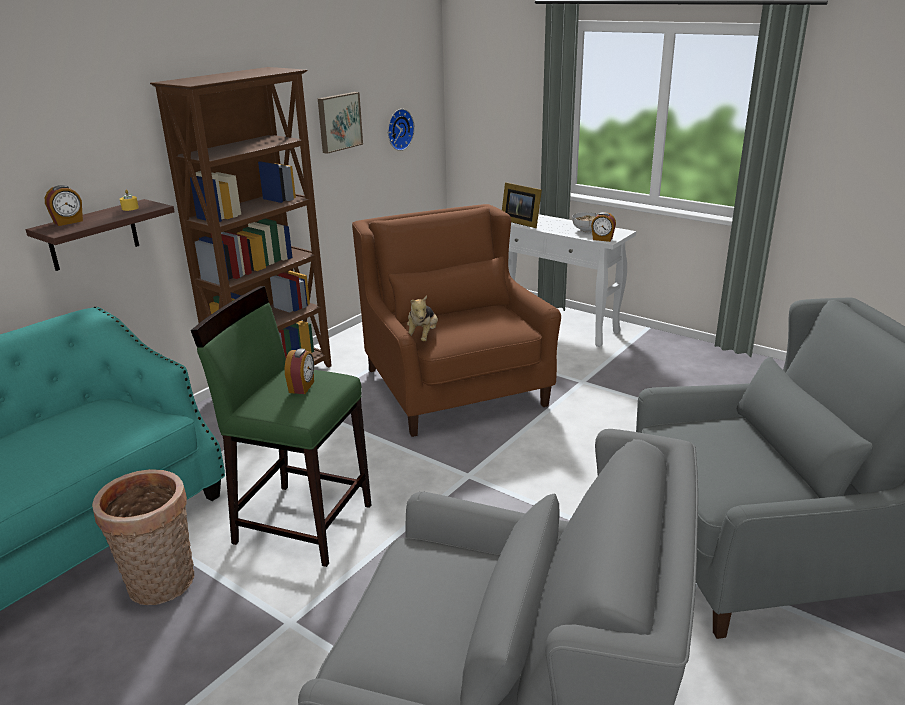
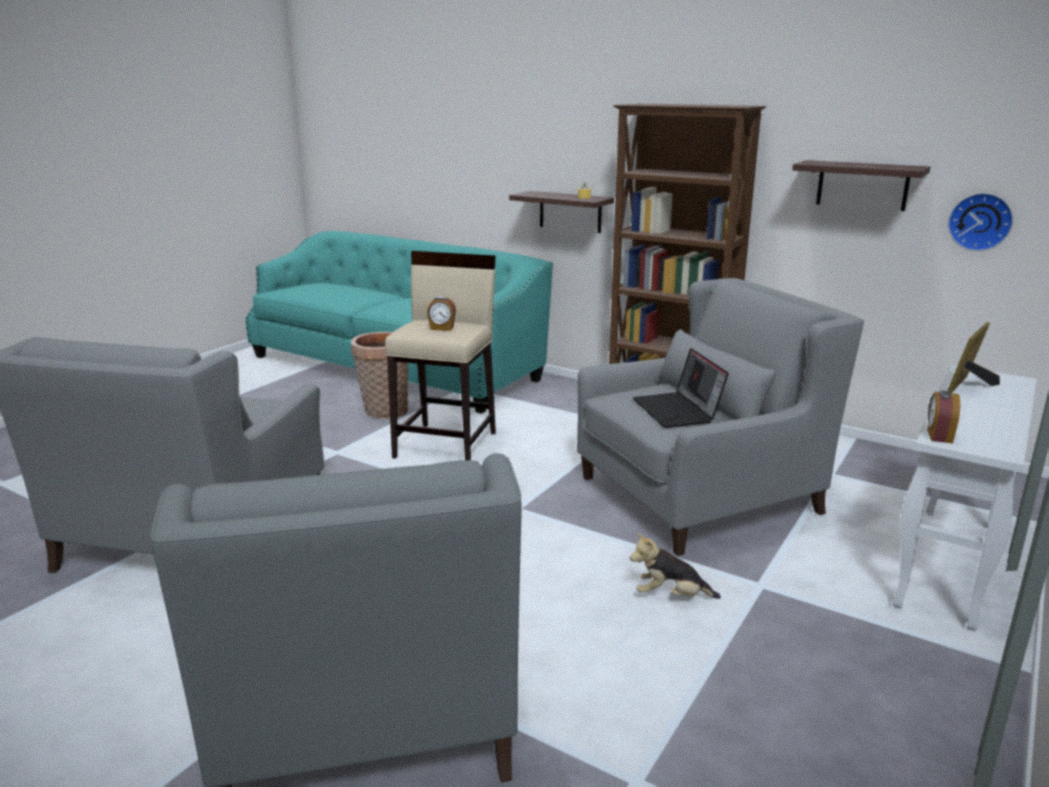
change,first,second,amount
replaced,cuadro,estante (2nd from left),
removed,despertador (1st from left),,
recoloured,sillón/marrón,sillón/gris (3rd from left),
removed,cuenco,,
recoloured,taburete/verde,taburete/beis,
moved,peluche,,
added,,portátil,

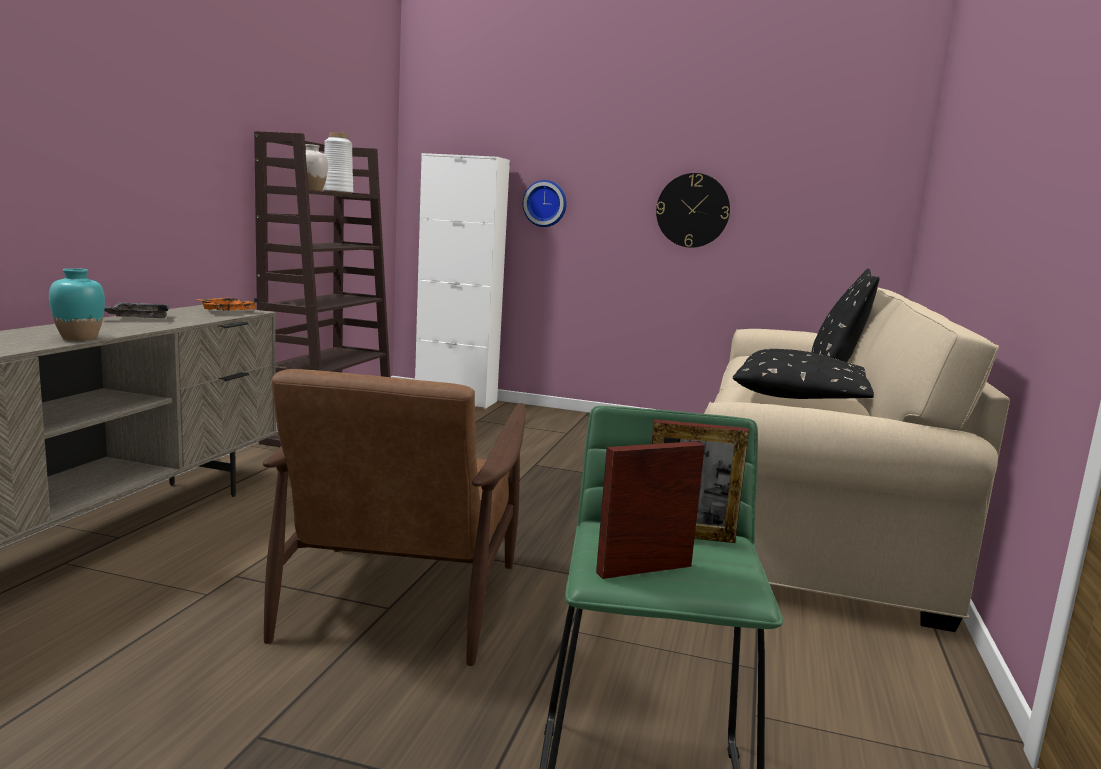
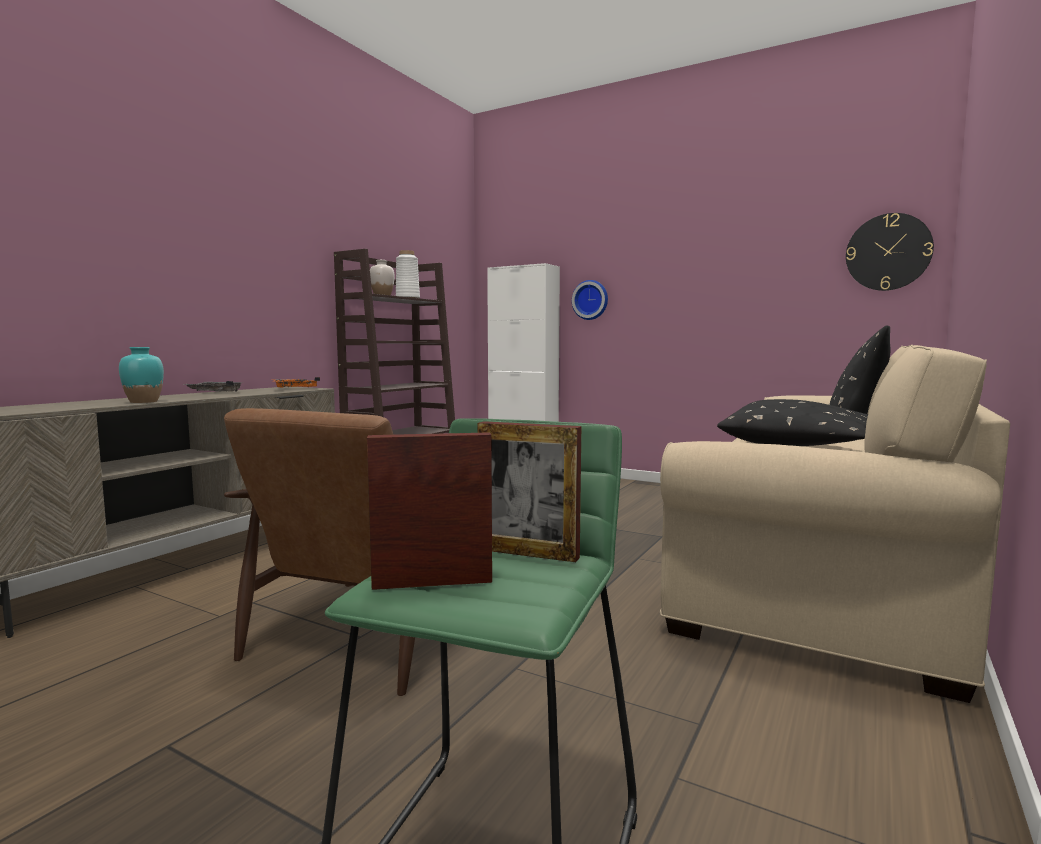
change,first,second,amount
moved,reloj de pared (2nd from left),,

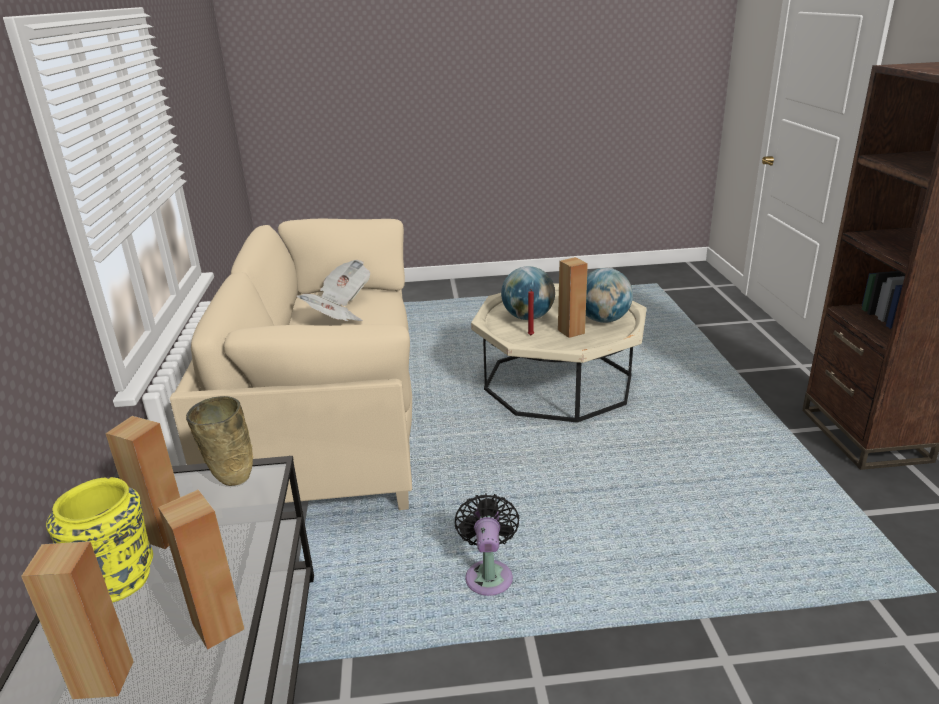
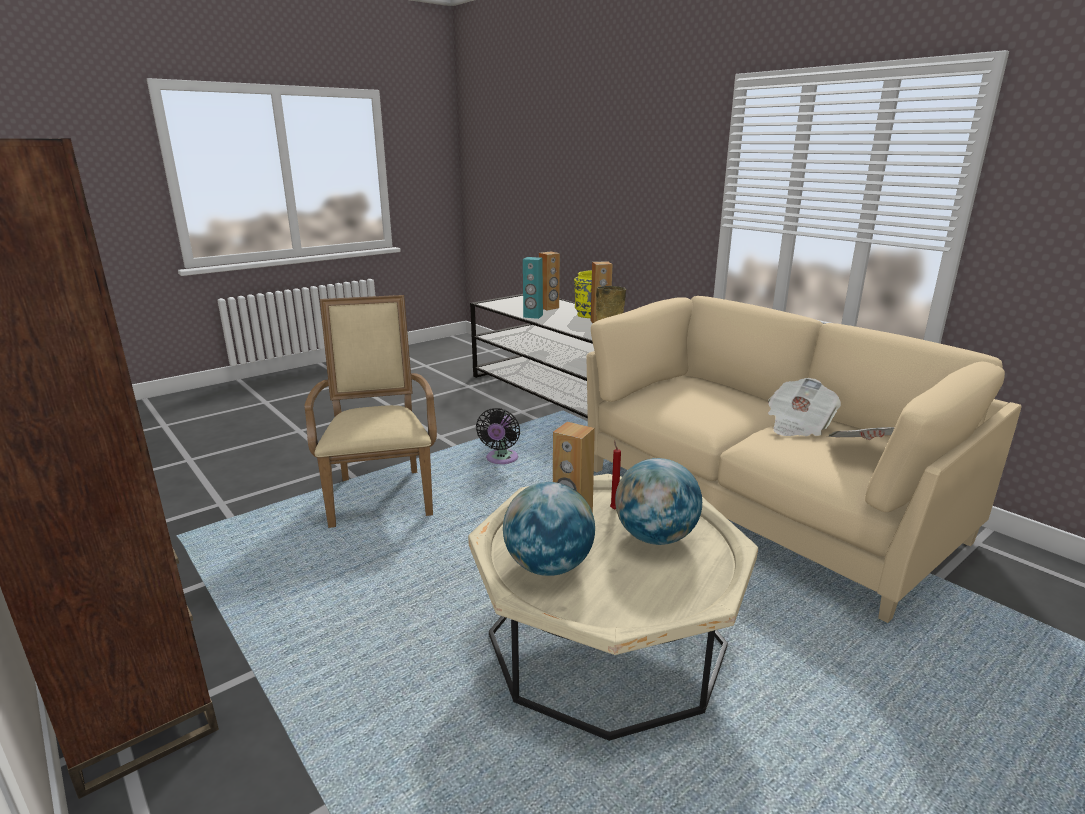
change,first,second,amount
recoloured,altavoz/marrón (3rd from left),altavoz/turquesa,
turned,ventilador/negro,,45 degrees clockwise
added,,sillón/beis,

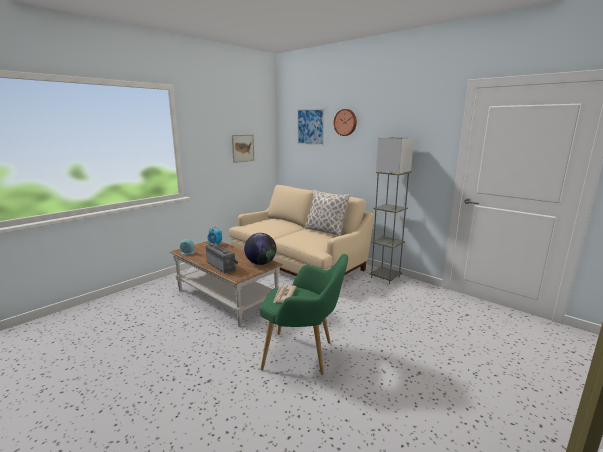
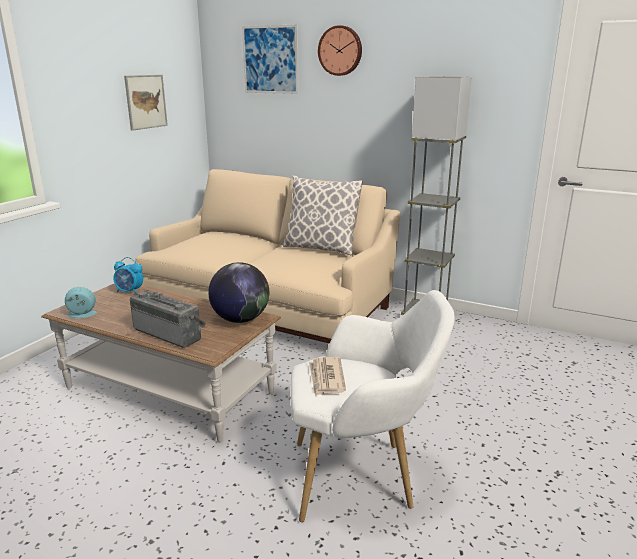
change,first,second,amount
recoloured,sillón/verde,sillón/blanco,

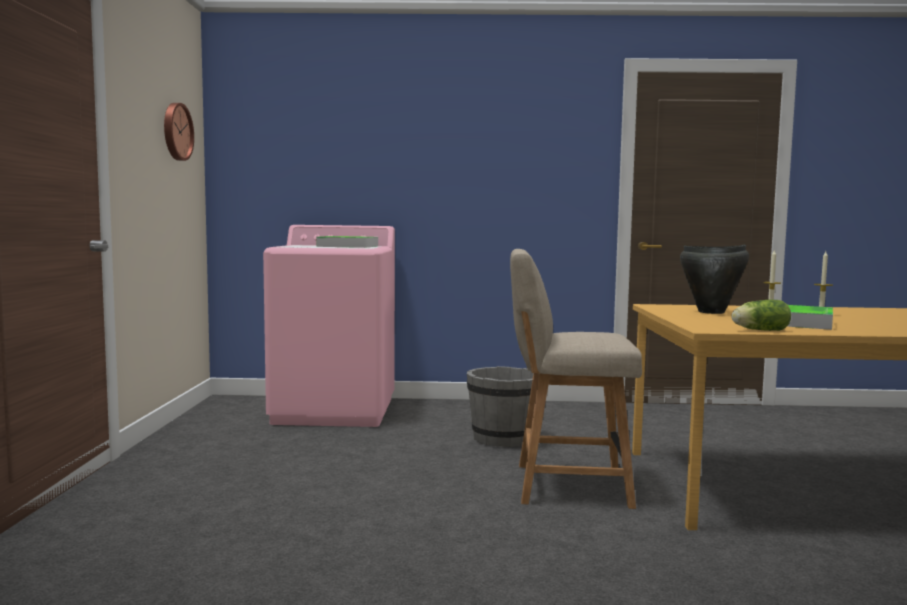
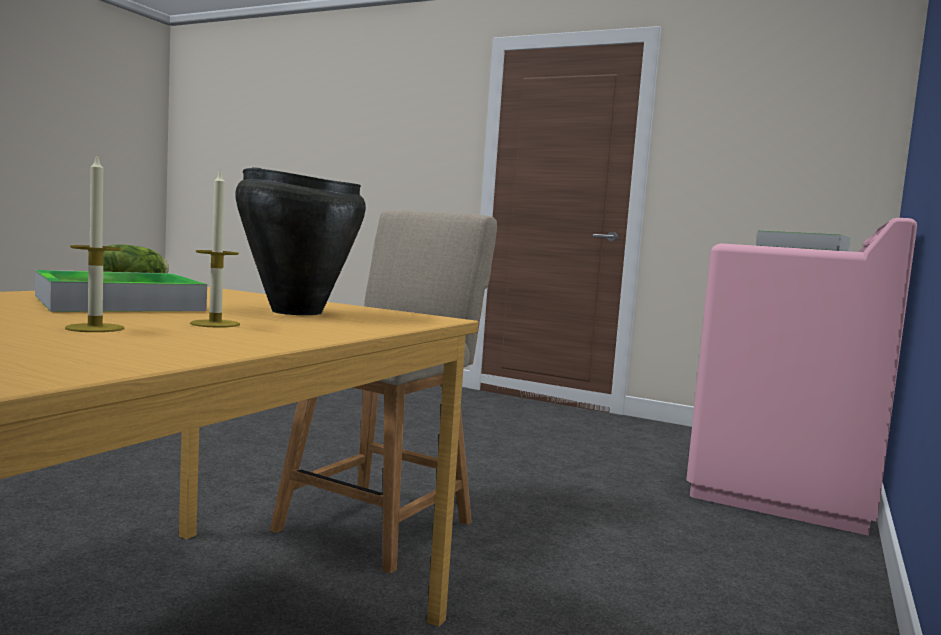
change,first,second,amount
removed,reloj de pared,,
removed,cubo/gris,,

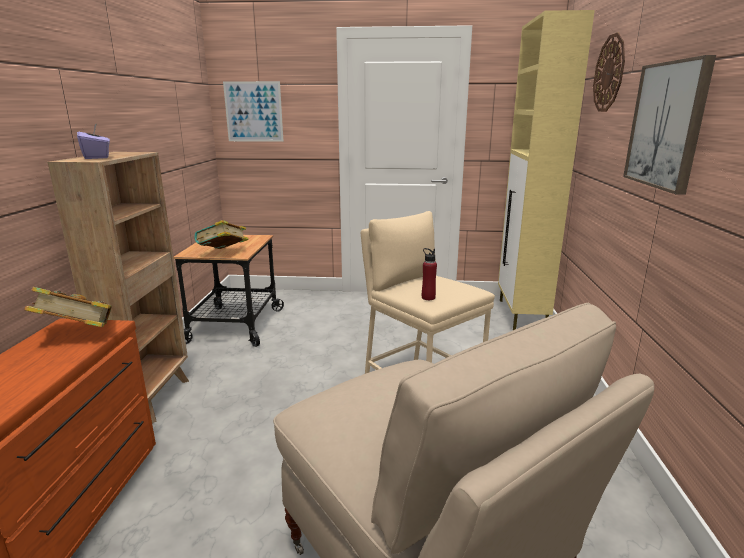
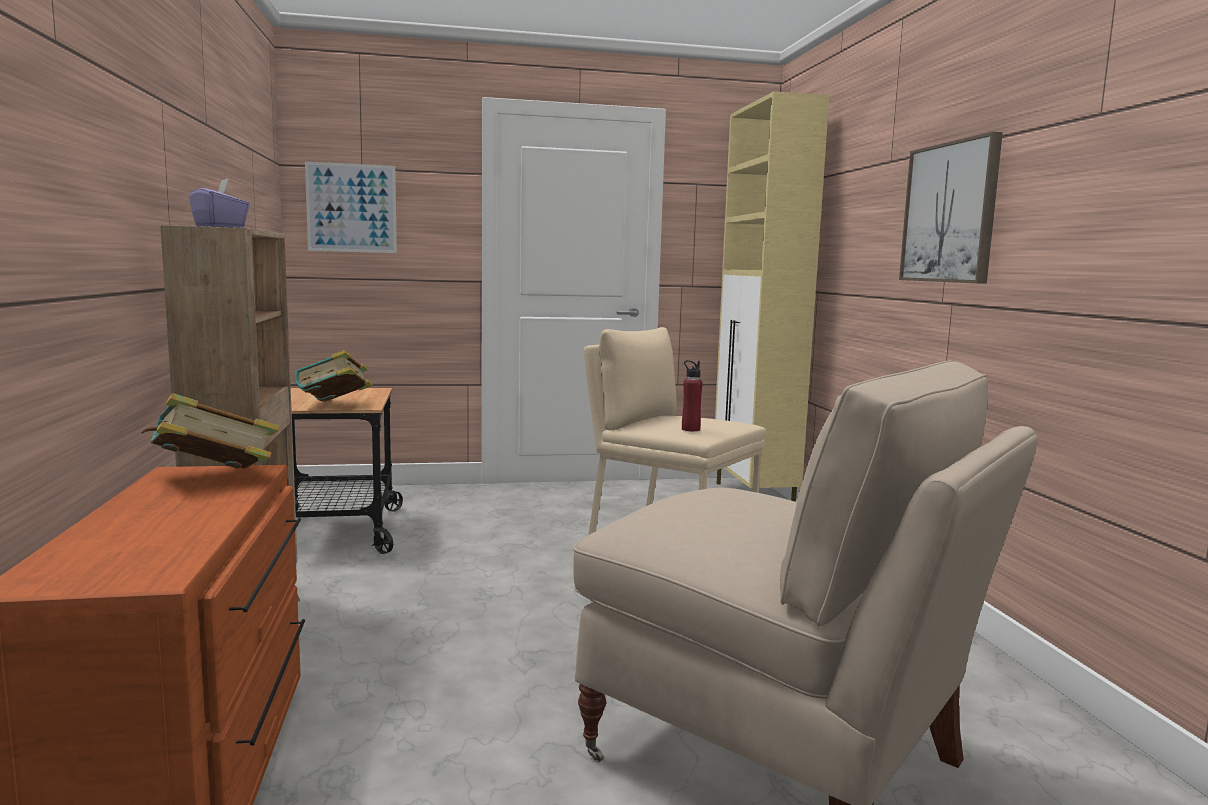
change,first,second,amount
removed,reloj de pared,,

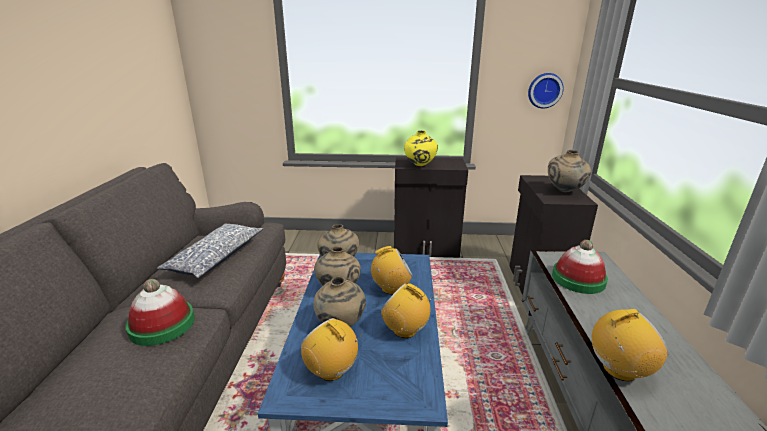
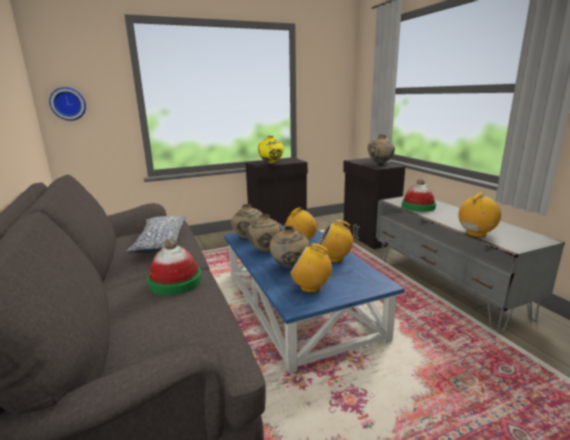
change,first,second,amount
moved,reloj de pared,,

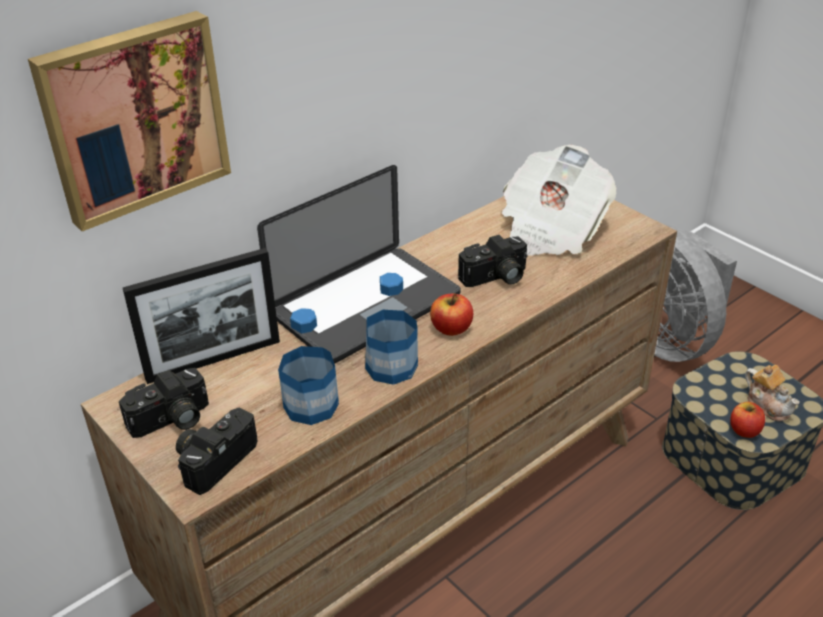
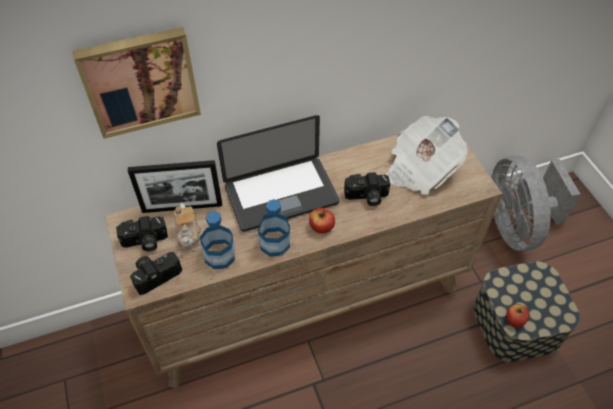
change,first,second,amount
moved,tetera,,

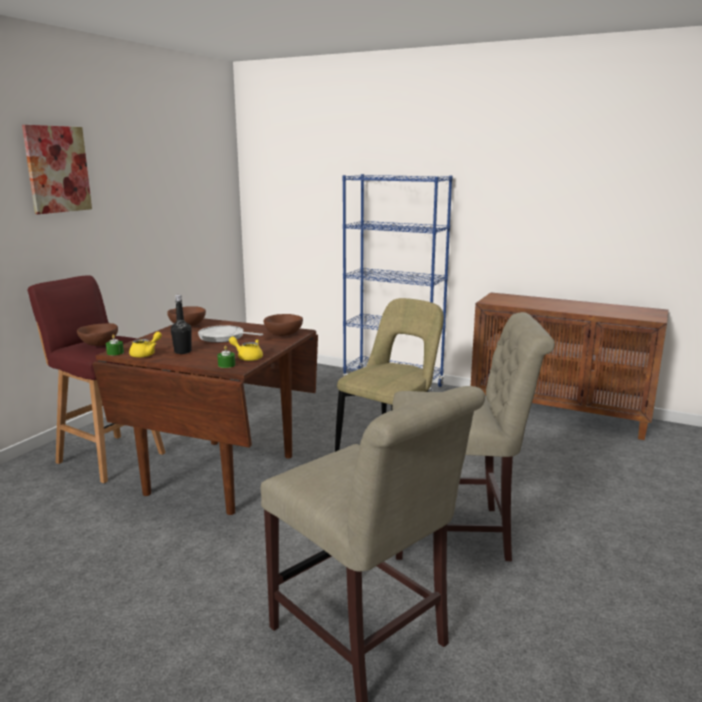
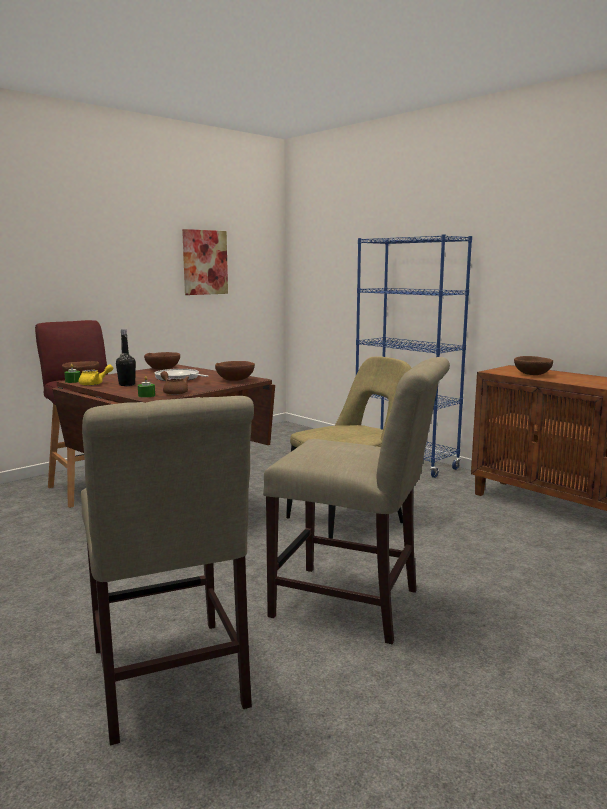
change,first,second,amount
moved,cuadro,,
recoloured,tetera/amarillo (2nd from left),tetera/marrón,
added,,cuenco/marrón (4th from left),

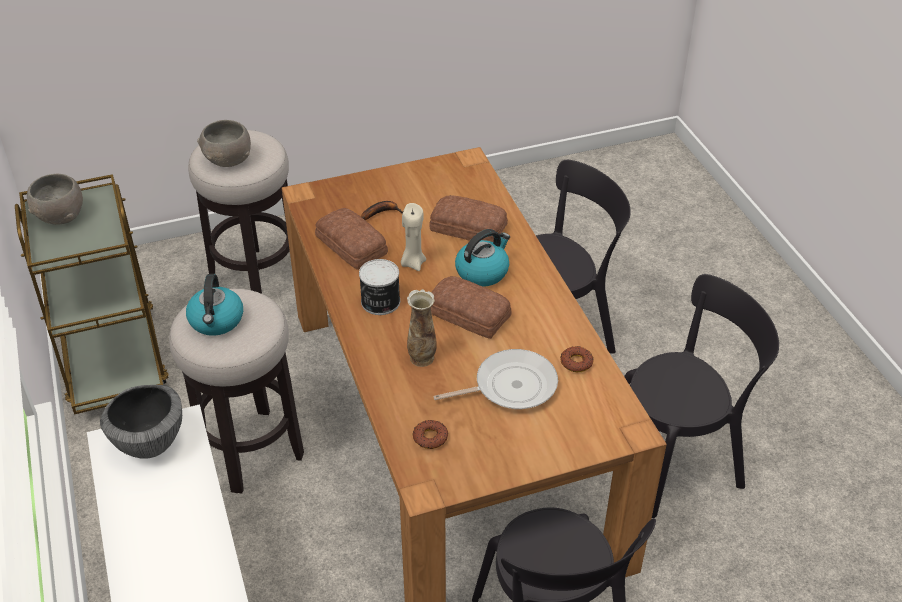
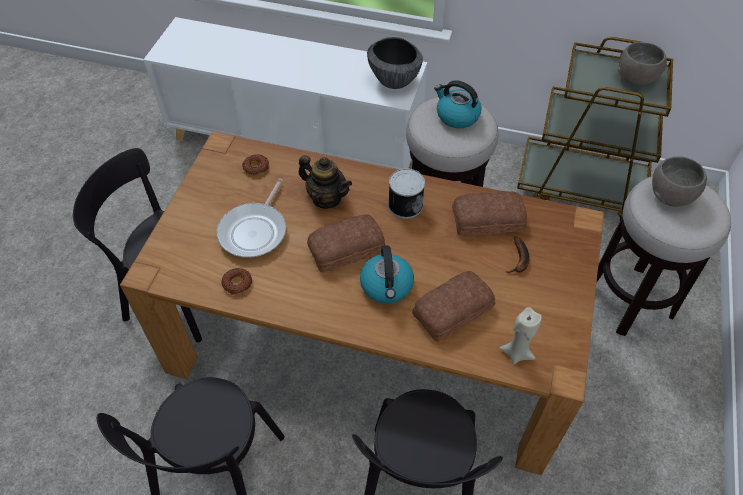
change,first,second,amount
moved,vela/beis,,
replaced,florero,tetera,

